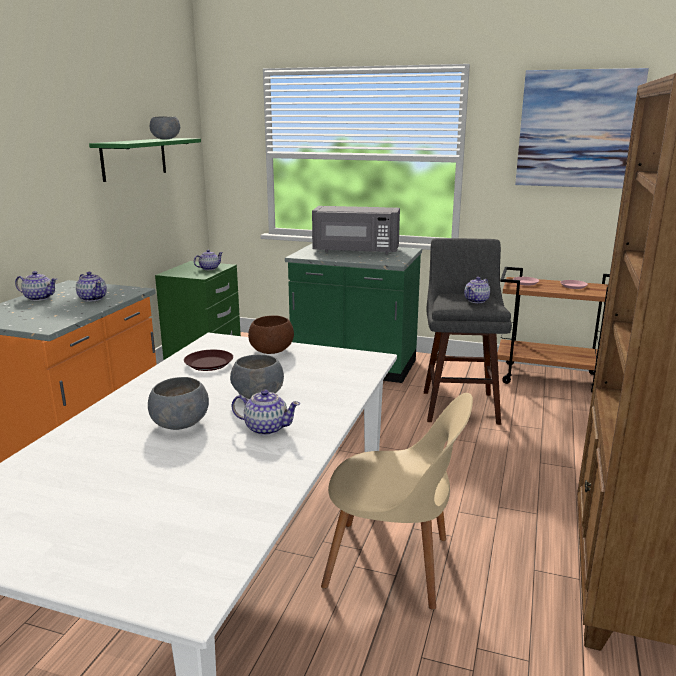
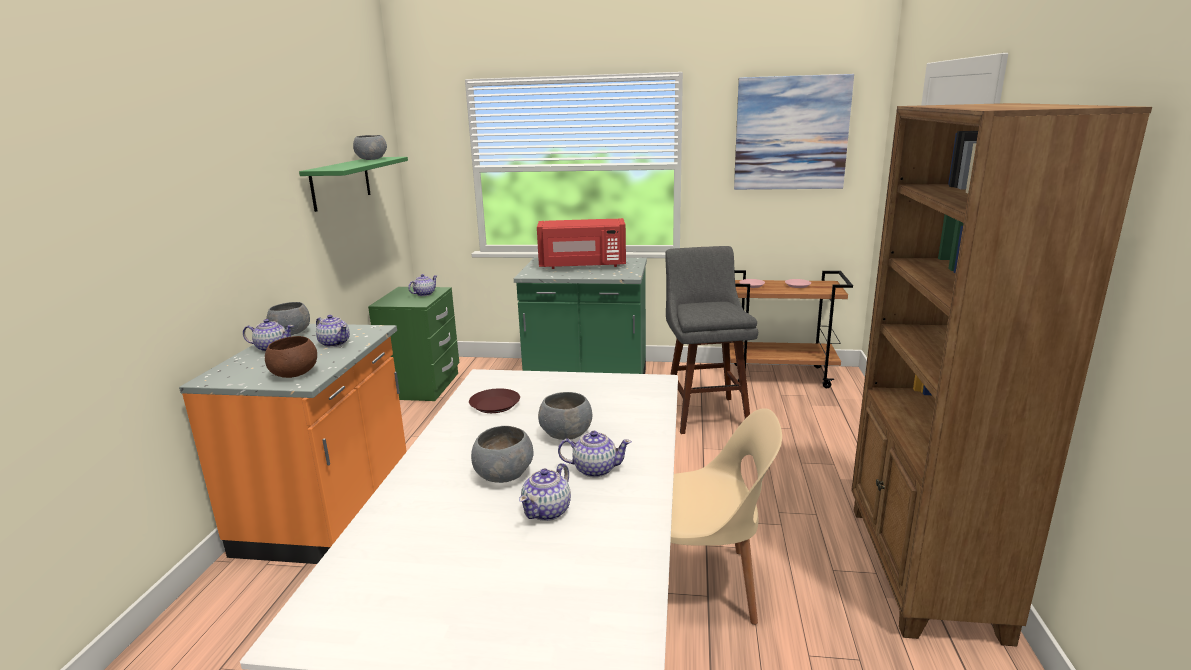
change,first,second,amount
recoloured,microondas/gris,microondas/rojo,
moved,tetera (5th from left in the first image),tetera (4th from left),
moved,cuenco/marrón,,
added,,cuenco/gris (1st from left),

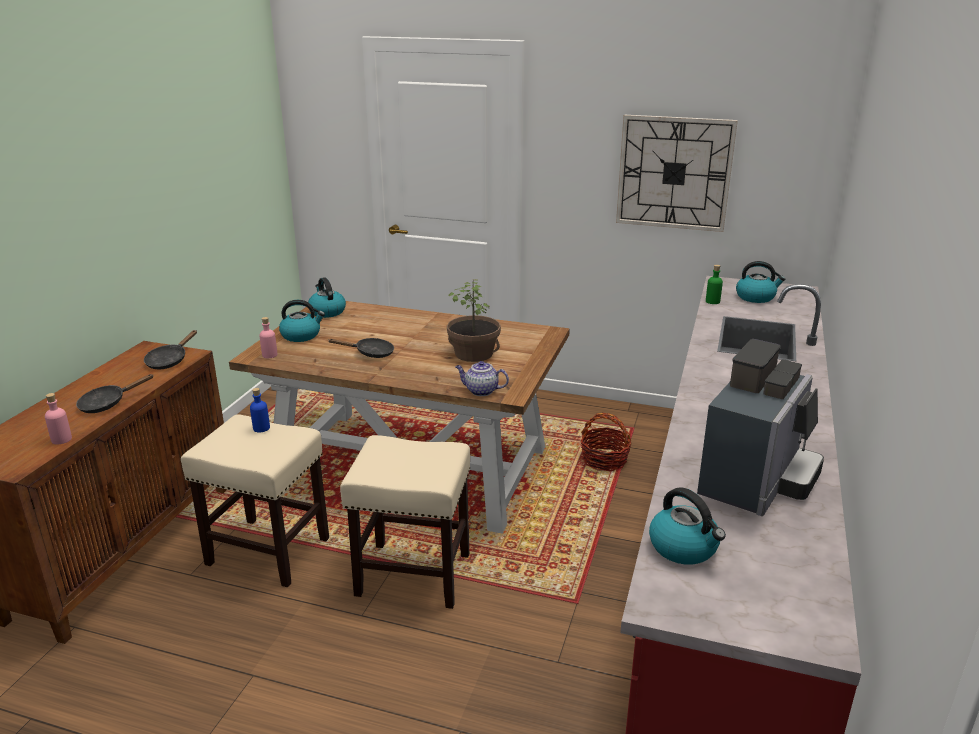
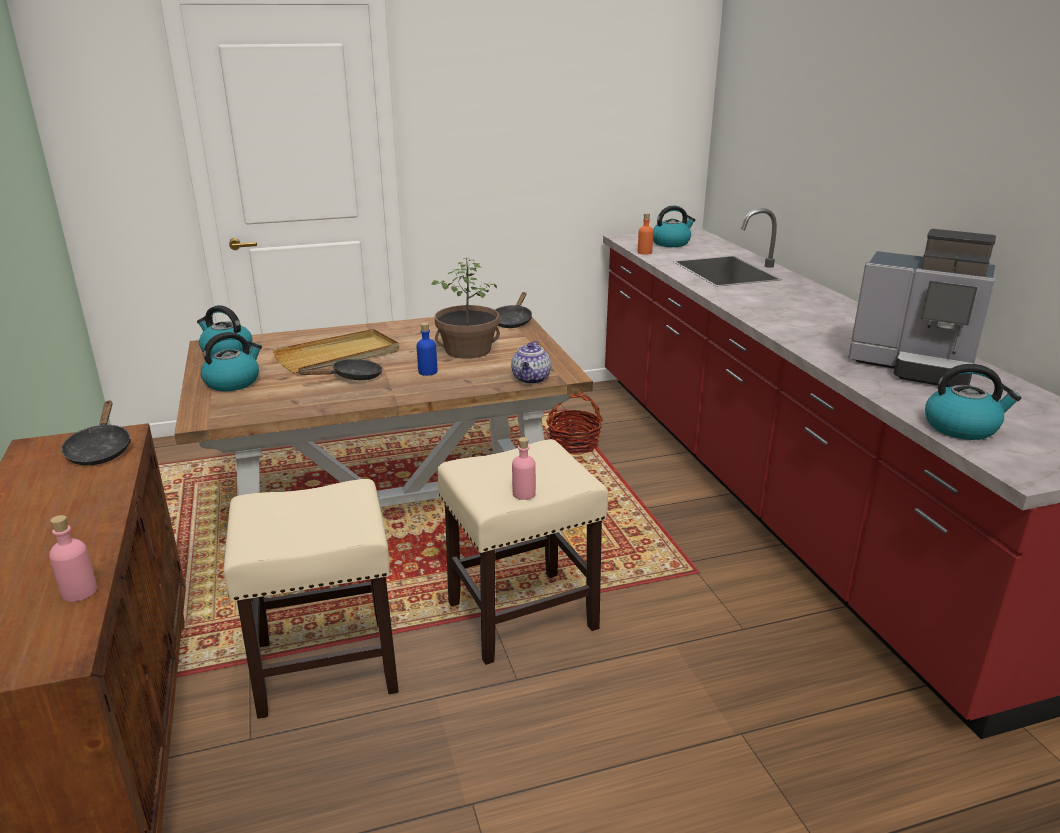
change,first,second,amount
removed,reloj de pared,,
recoloured,botella/verde,botella/naranja,
moved,botella/rosa (2nd from left),,
turned,cafetera,,120 degrees clockwise
turned,tetera,,60 degrees counterclockwise
moved,sartén/negro (1st from left in the first image),sartén/negro (3rd from left),
moved,botella/azul,,
added,,bandeja/beis,

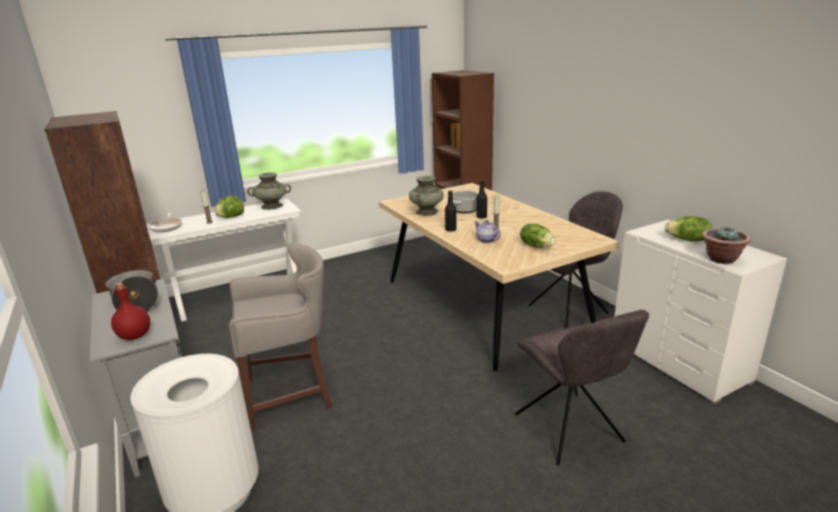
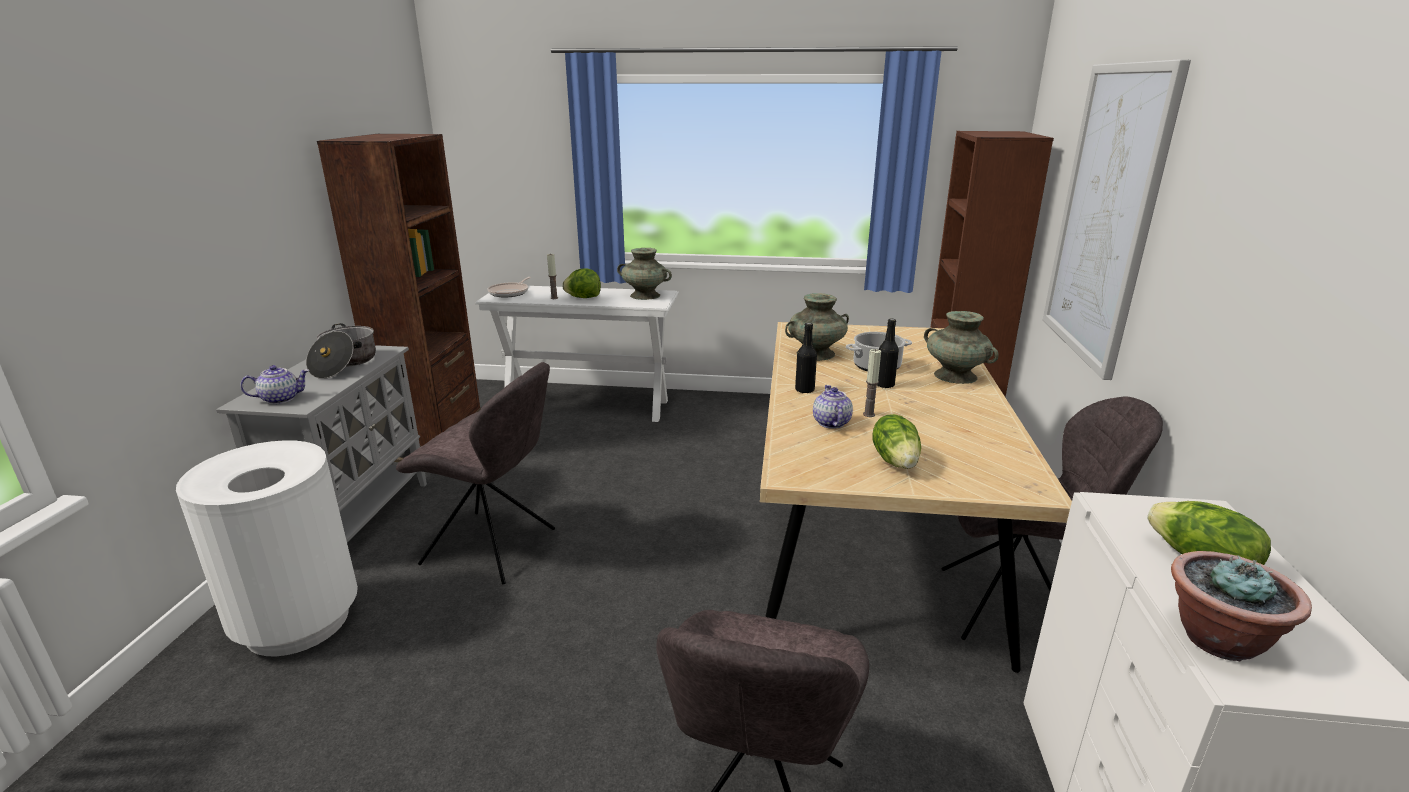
change,first,second,amount
replaced,taburete/gris,silla/gris (1st from left),
replaced,botella/rojo,tetera (1st from left),
added,,cuadro,
added,,florero/turquesa (3rd from left),

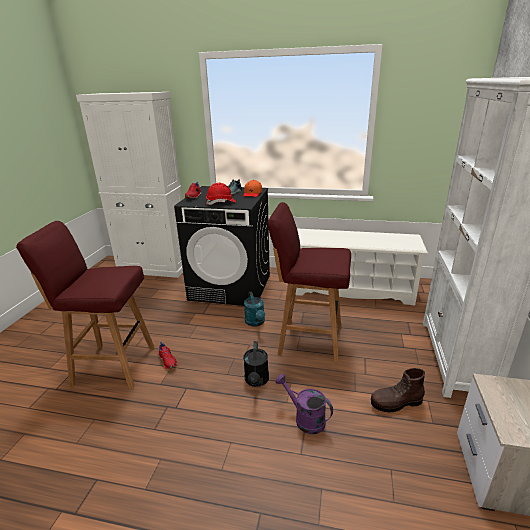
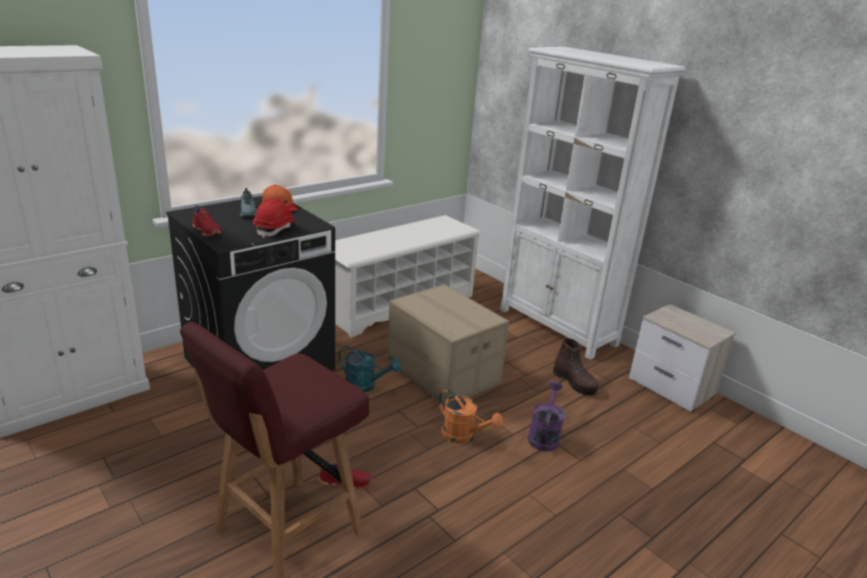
change,first,second,amount
replaced,taburete/rojo (2nd from left),caja de cartón,
recoloured,regadera/negro,regadera/naranja,
turned,bota/marrón,,60 degrees counterclockwise
turned,regadera/morado,,120 degrees clockwise

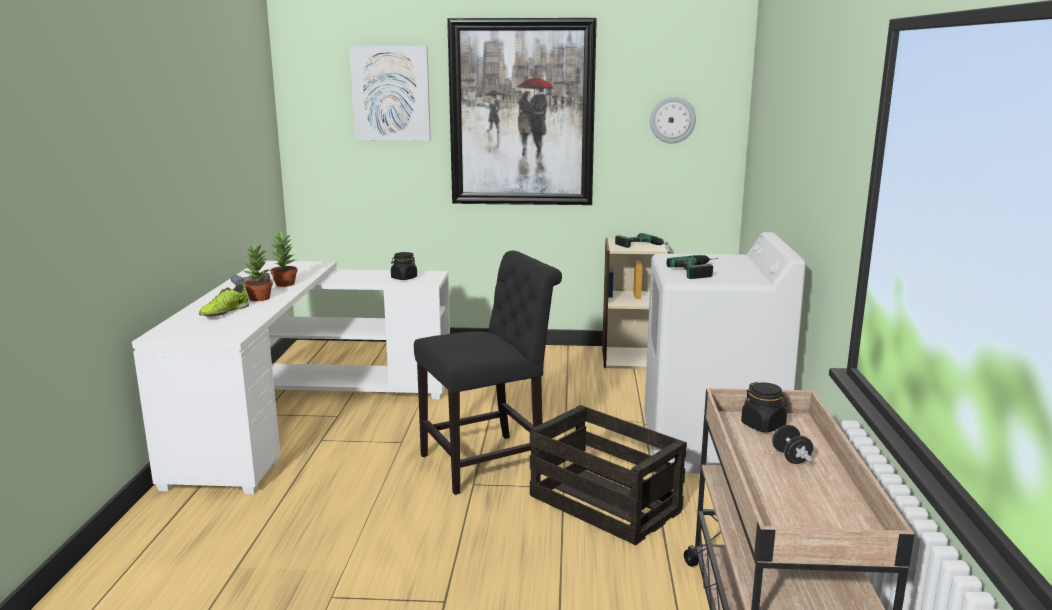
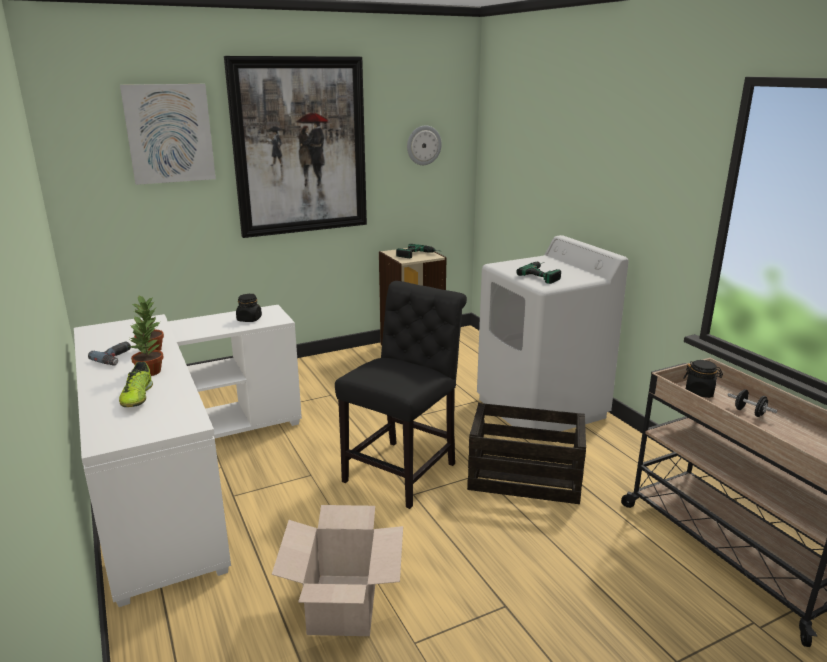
change,first,second,amount
added,,caja de cartón,

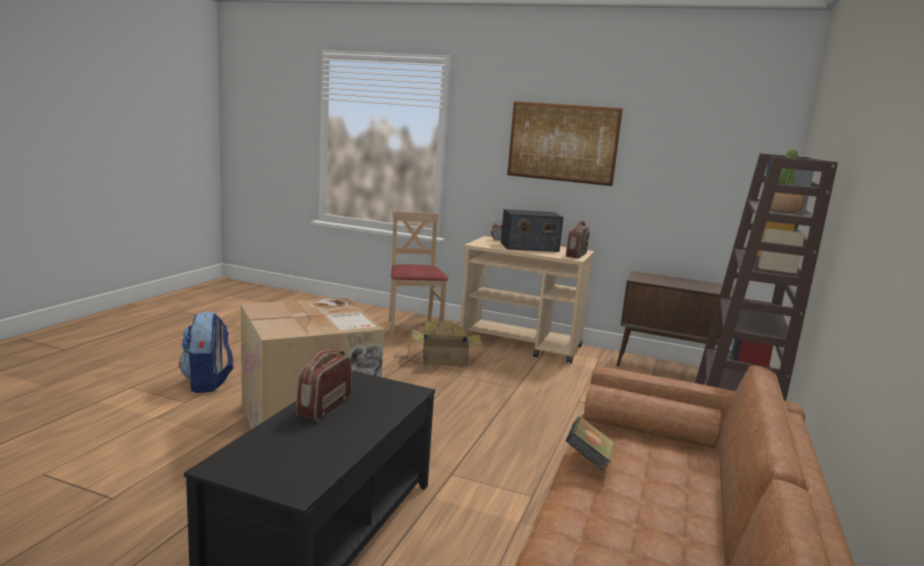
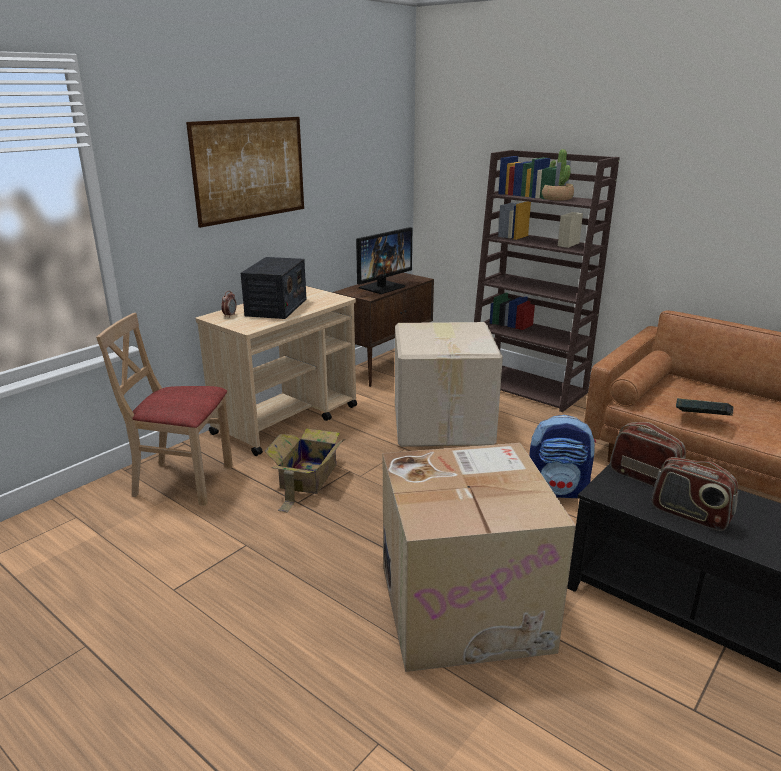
change,first,second,amount
moved,radio (3rd from left in the first image),radio (2nd from left),
moved,mochila,,
added,,monitor,
added,,caja de cartón (2nd from left),

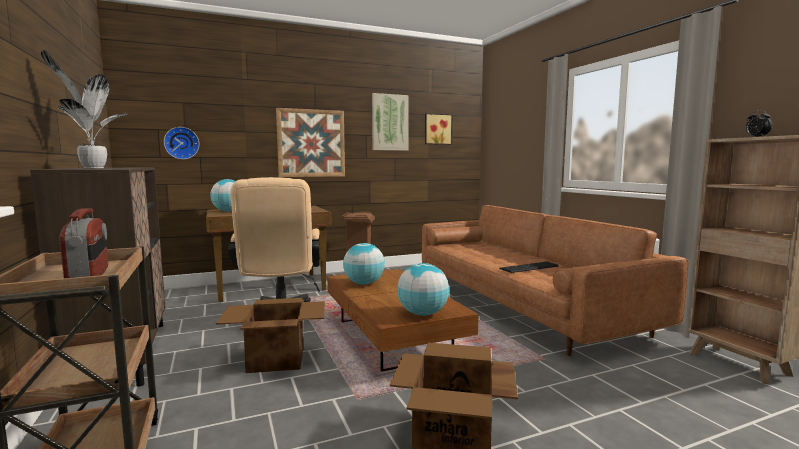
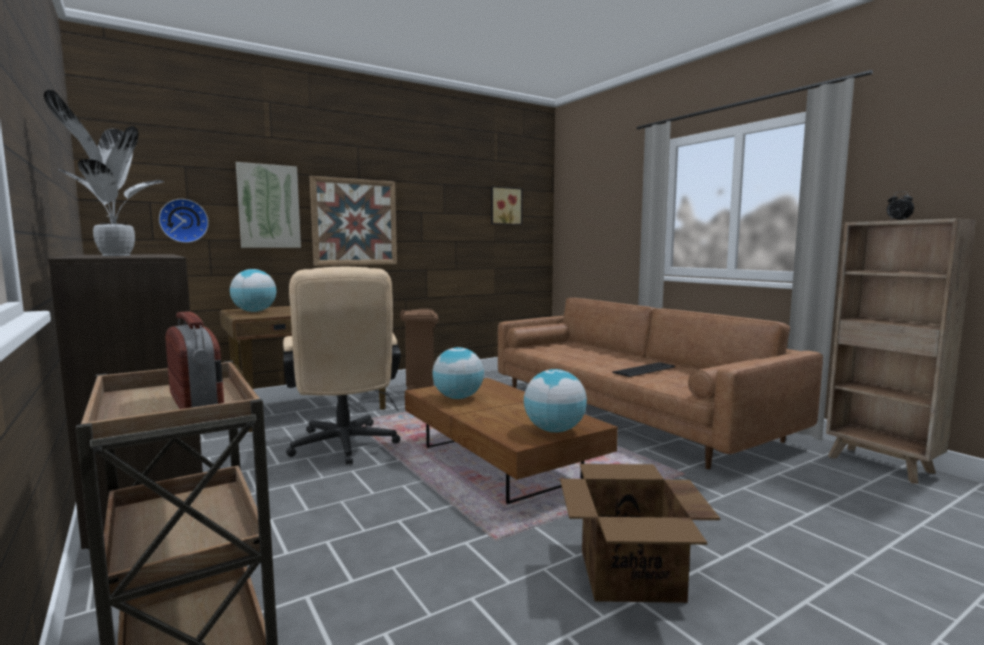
change,first,second,amount
moved,cuadro (2nd from left in the first image),cuadro (1st from left),
removed,caja de cartón (1st from left),,

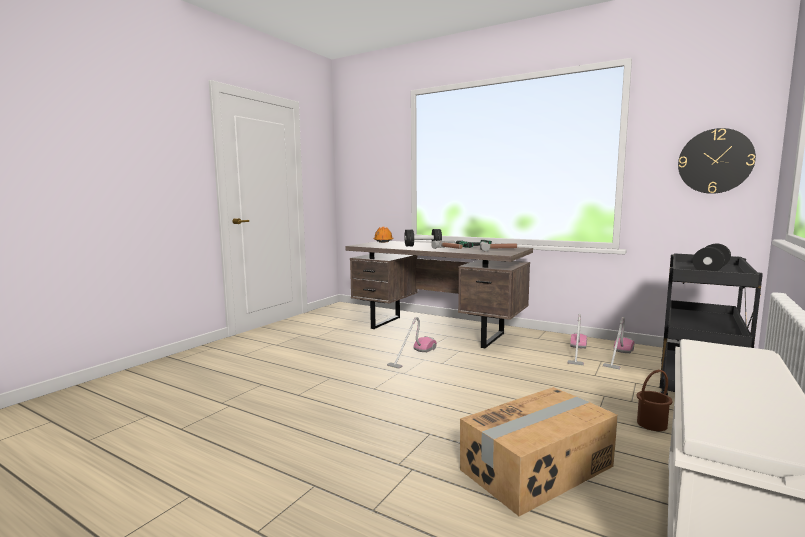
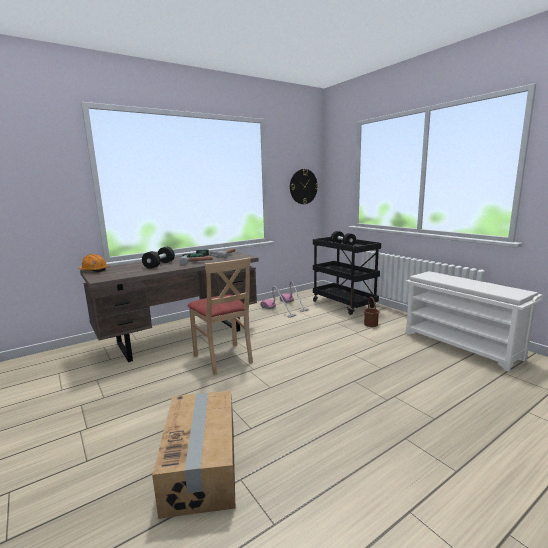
change,first,second,amount
replaced,aspiradora (1st from left),silla/beis,
moved,caja de cartón,,

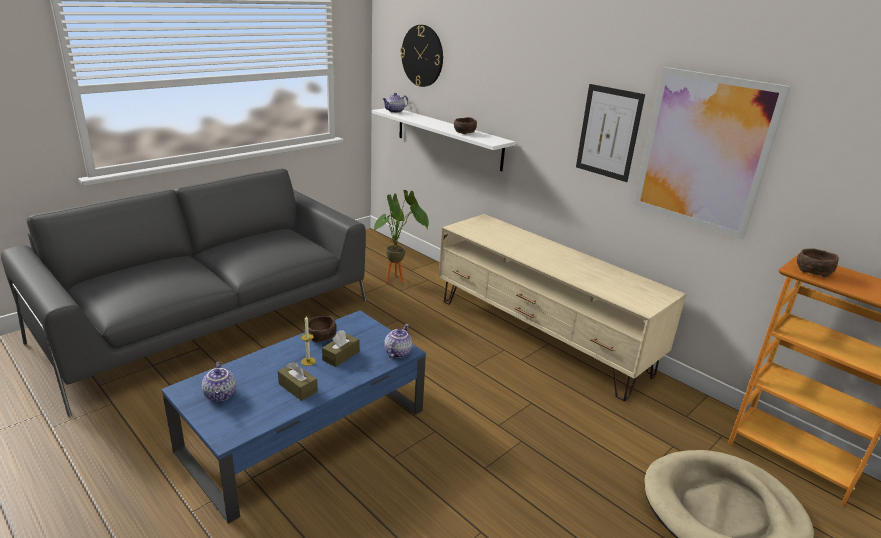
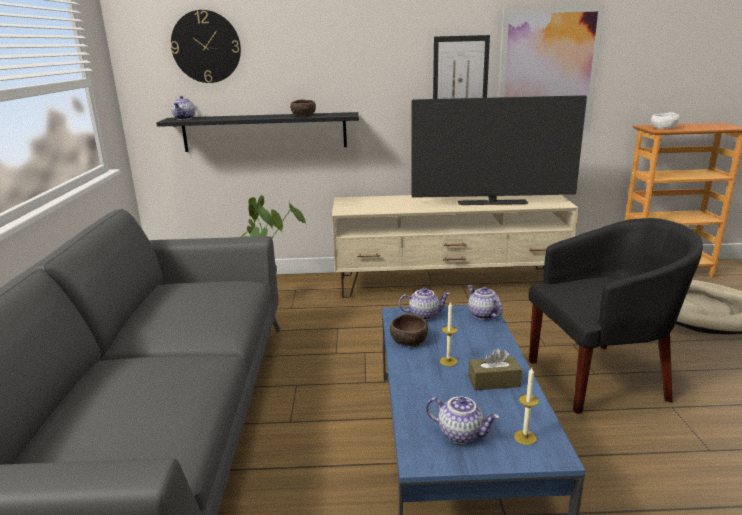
change,first,second,amount
recoloured,estante/blanco,estante/negro,
recoloured,cuenco/marrón (3rd from left),cuenco/blanco,
removed,caja de pañuelos/marrón (2nd from left),,
added,,televisor,
added,,sillón/negro,
added,,tetera (2nd from left),
added,,vela (2nd from left),

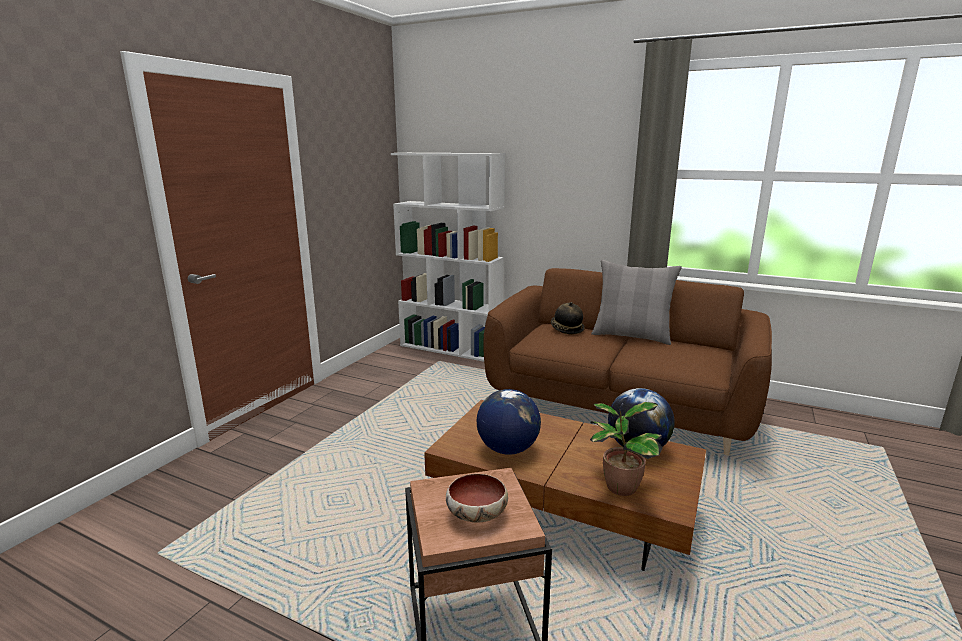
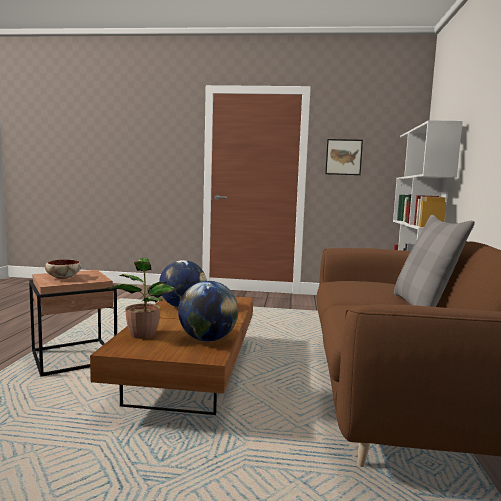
change,first,second,amount
removed,sombrero,,
added,,cuadro,

